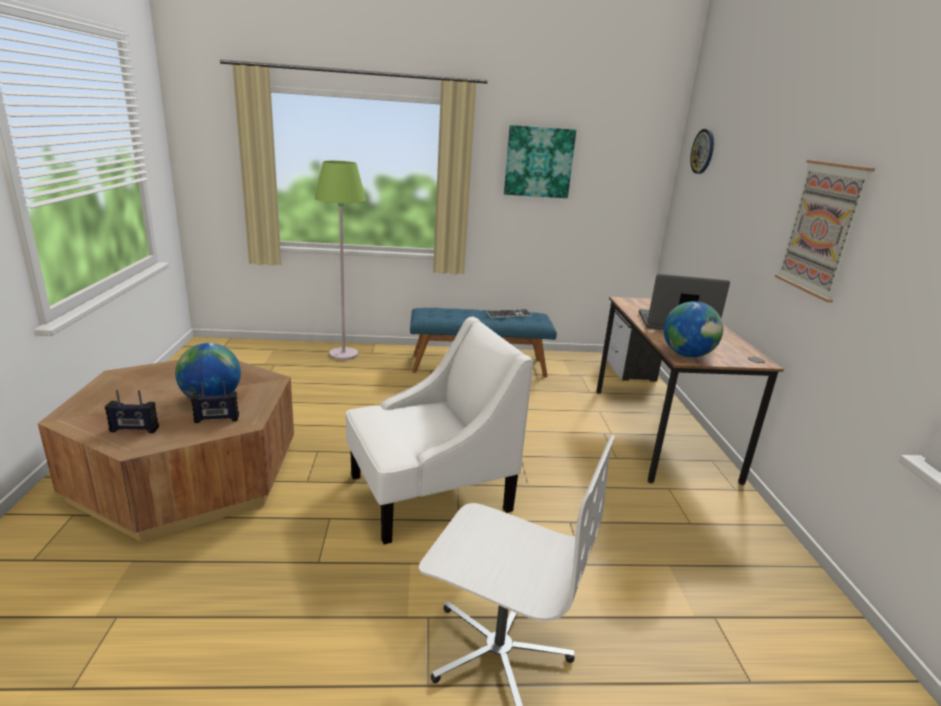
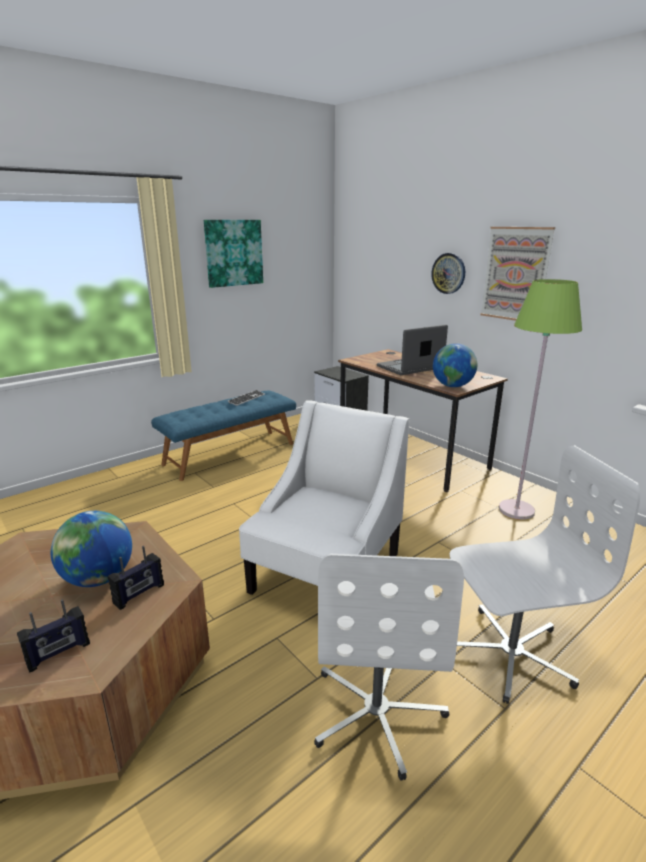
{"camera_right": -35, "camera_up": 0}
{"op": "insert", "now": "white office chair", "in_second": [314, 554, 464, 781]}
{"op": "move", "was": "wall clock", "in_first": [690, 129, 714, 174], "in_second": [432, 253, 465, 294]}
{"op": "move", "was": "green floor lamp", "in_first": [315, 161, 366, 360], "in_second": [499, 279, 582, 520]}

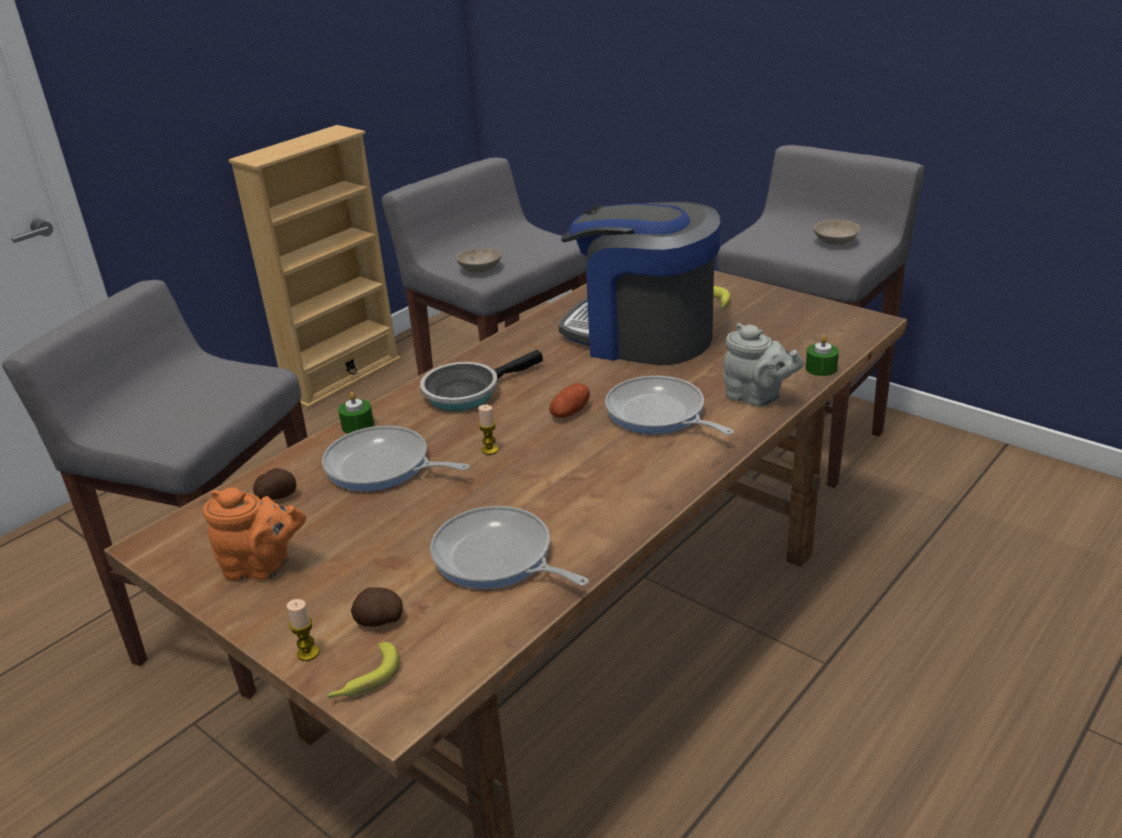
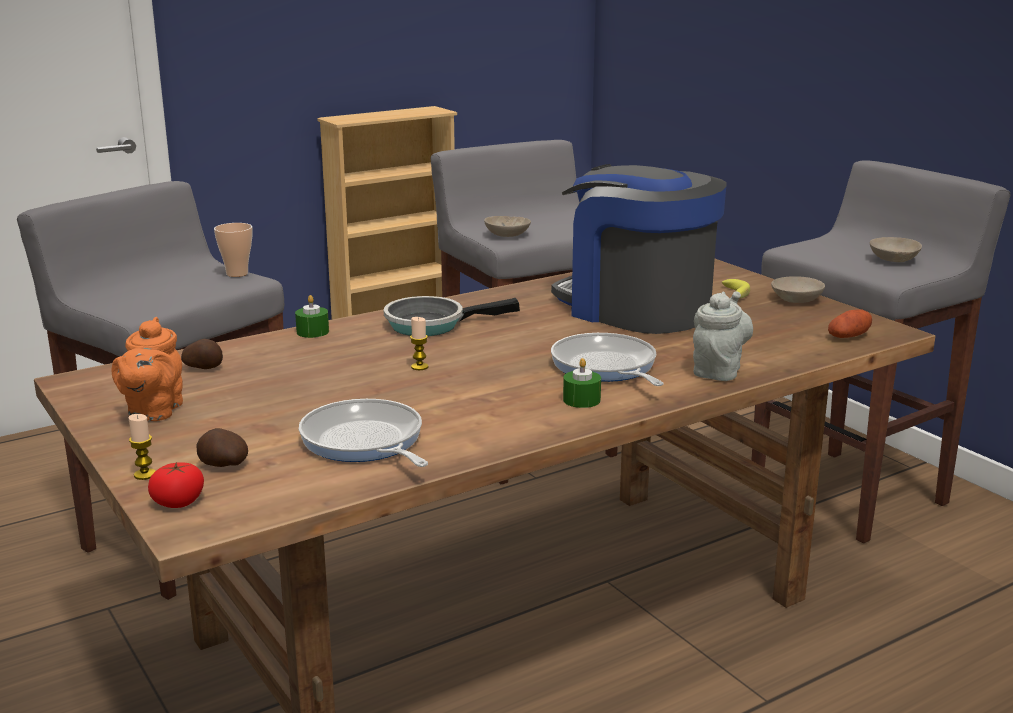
{"camera_right": 15, "camera_up": -10}
{"op": "rotate", "was": "orange teapot", "in_first": [203, 487, 306, 581], "in_second": [111, 317, 183, 421], "clockwise": 75}
{"op": "replace", "was": "banana", "now": "tomato", "in_first": [327, 642, 400, 699], "in_second": [148, 462, 204, 508]}
{"op": "insert", "now": "cup", "in_second": [214, 223, 252, 277]}
{"op": "move", "was": "green candle", "in_first": [806, 335, 839, 376], "in_second": [563, 358, 601, 408]}
{"op": "rotate", "was": "grey teapot", "in_first": [724, 323, 804, 406], "in_second": [693, 291, 753, 381], "clockwise": -120}
{"op": "insert", "now": "beige bowl", "in_second": [771, 276, 825, 303]}
{"op": "move", "was": "potato", "in_first": [549, 383, 590, 418], "in_second": [828, 309, 872, 338]}
{"op": "delete", "was": "frying pan", "in_first": [322, 426, 470, 491]}

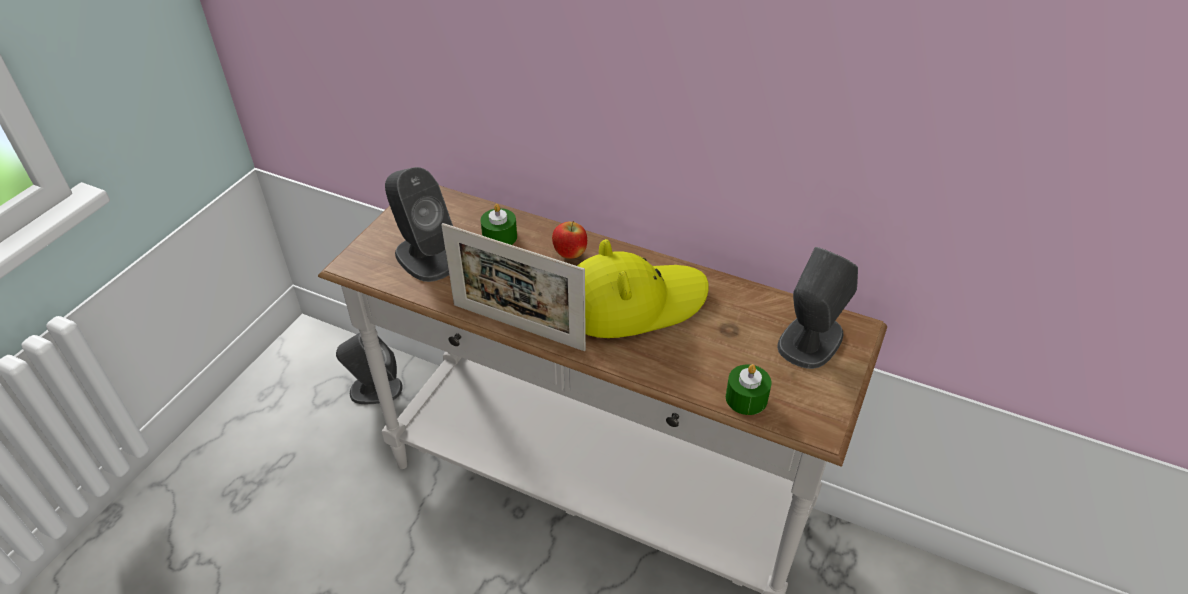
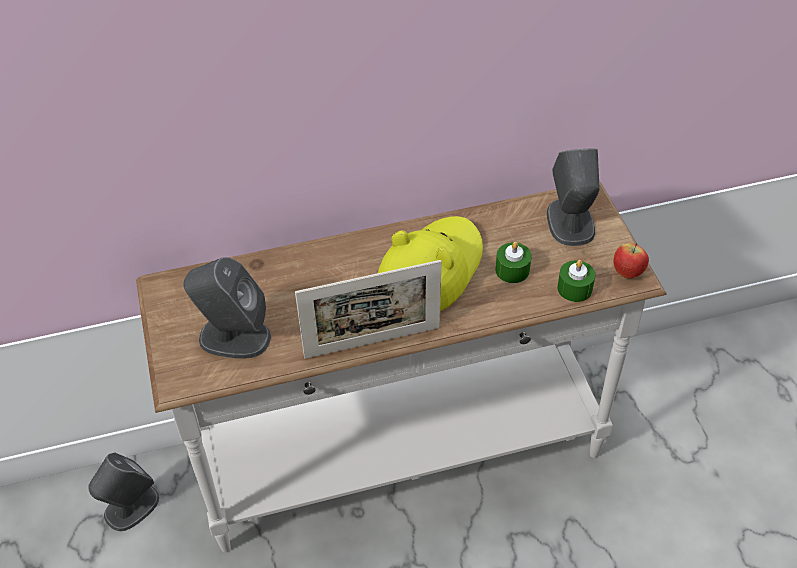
{"camera_right": -40, "camera_up": 5}
{"op": "move", "was": "green candle", "in_first": [480, 204, 517, 245], "in_second": [495, 242, 531, 283]}
{"op": "move", "was": "apple", "in_first": [552, 221, 587, 259], "in_second": [613, 243, 649, 279]}

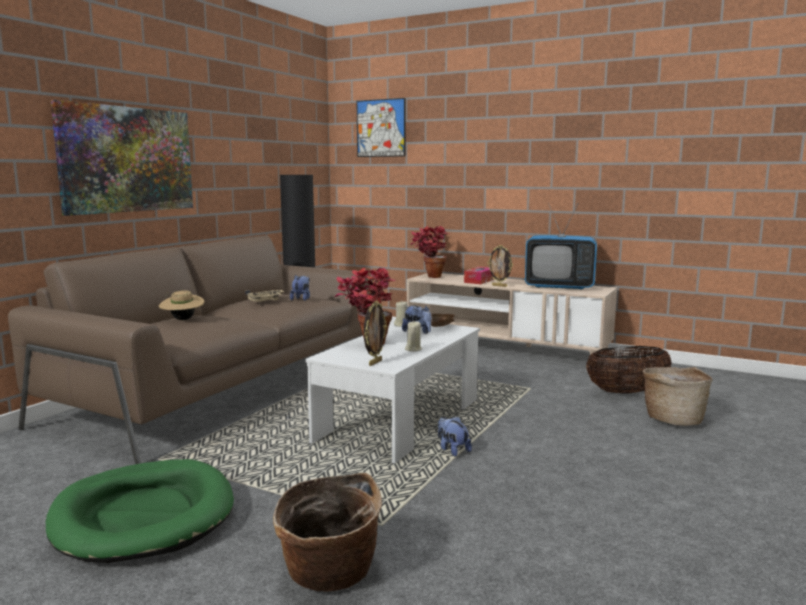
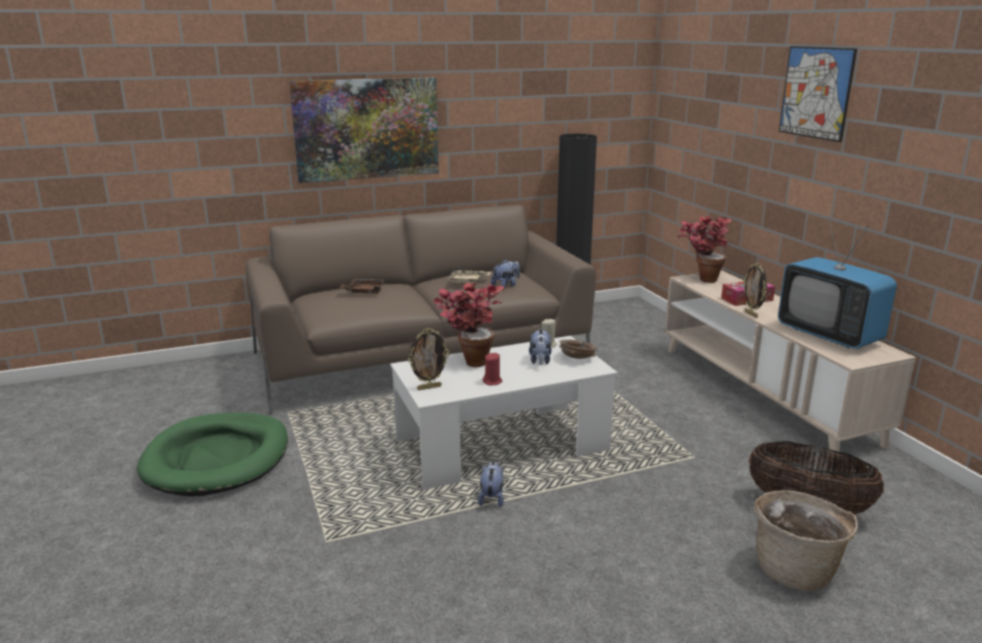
{"camera_right": 40, "camera_up": 10}
{"op": "replace", "was": "beige hat", "now": "brown tray", "in_first": [159, 291, 204, 320], "in_second": [340, 279, 384, 294]}
{"op": "recolor", "was": "beige candle", "now": "red candle", "in_first": [405, 321, 422, 352], "in_second": [483, 353, 502, 385]}
{"op": "move", "was": "picture", "in_first": [357, 98, 405, 157], "in_second": [779, 46, 857, 142]}
{"op": "delete", "was": "basket", "in_first": [273, 473, 382, 592]}

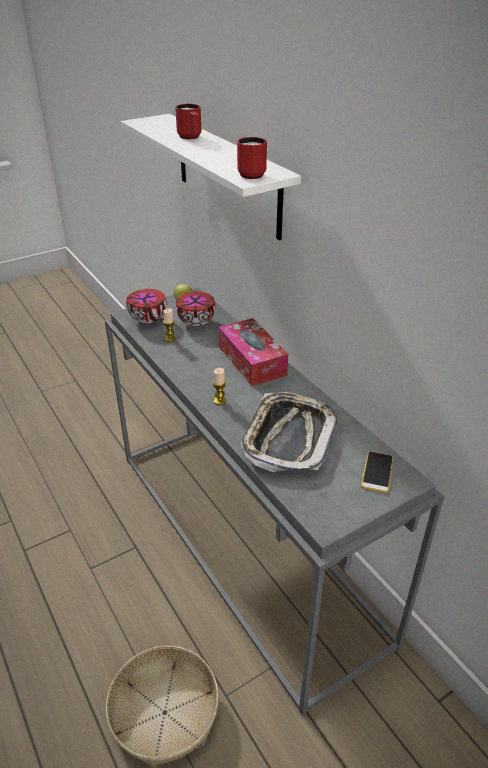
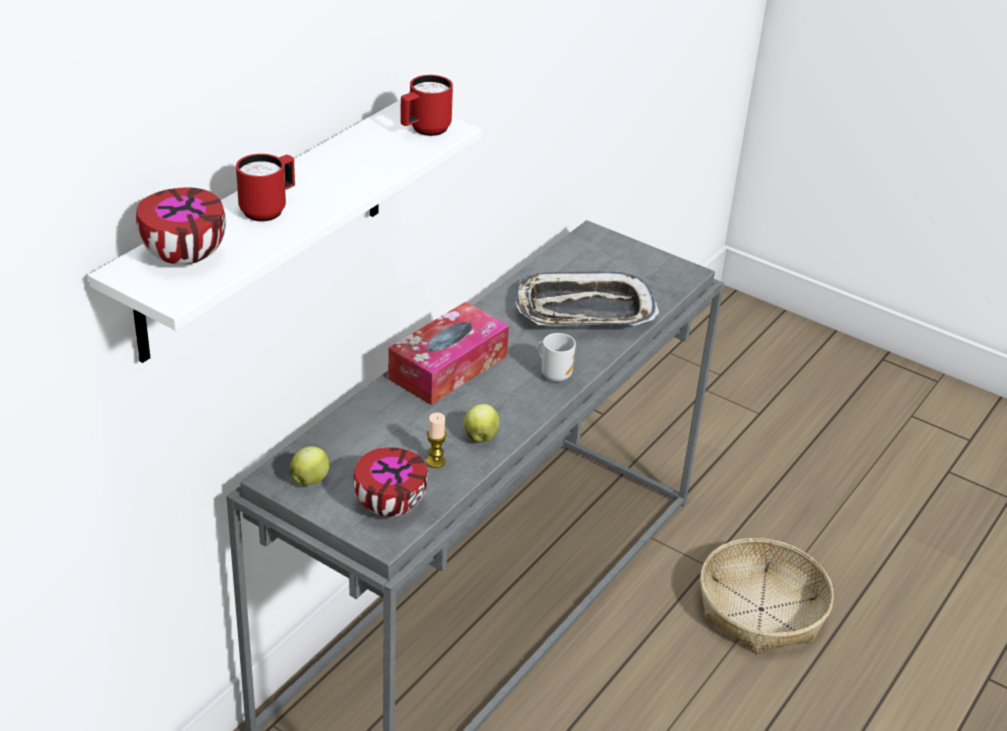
{"camera_right": -115, "camera_up": 0}
{"op": "move", "was": "bowl", "in_first": [176, 291, 215, 326], "in_second": [136, 188, 226, 265]}
{"op": "insert", "now": "apple", "in_second": [464, 404, 500, 443]}
{"op": "replace", "was": "candle", "now": "mug", "in_first": [213, 368, 226, 405], "in_second": [537, 333, 576, 382]}
{"op": "delete", "was": "phone", "in_first": [361, 451, 394, 493]}

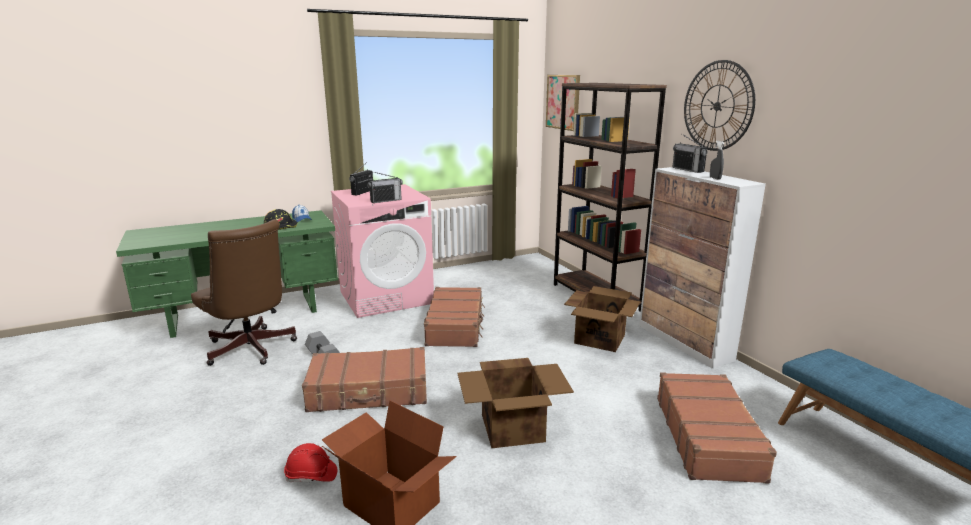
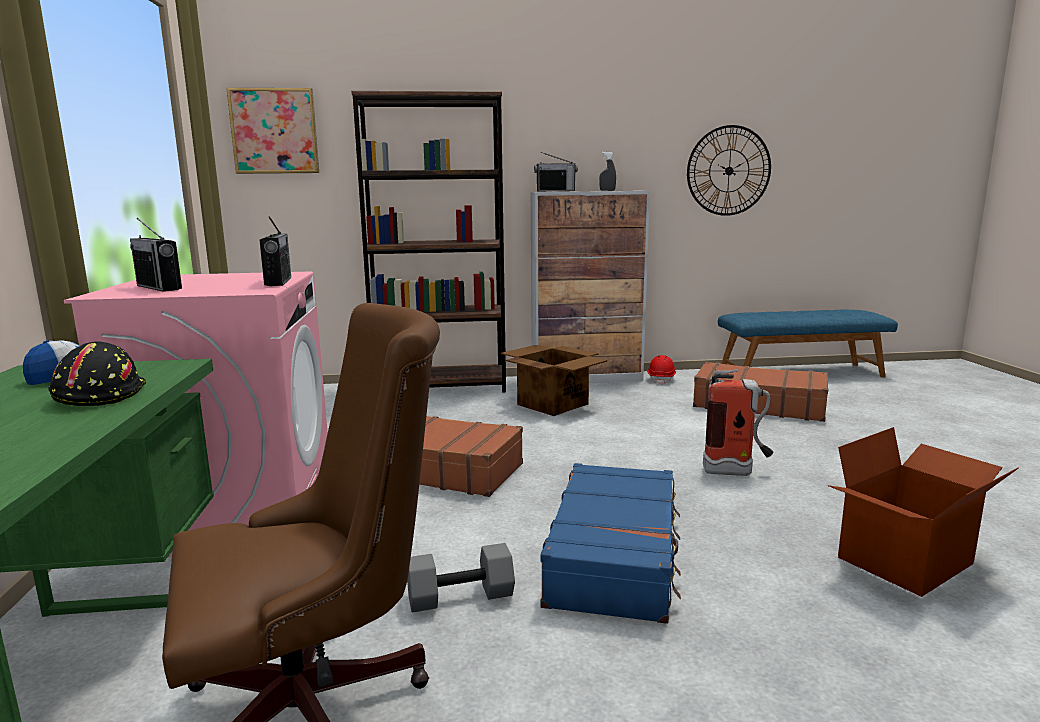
{"camera_right": -70, "camera_up": -5}
{"op": "recolor", "was": "brown suitcase", "now": "blue suitcase", "in_first": [302, 347, 427, 412], "in_second": [540, 463, 681, 624]}
{"op": "move", "was": "red hard hat", "in_first": [284, 443, 338, 482], "in_second": [647, 355, 676, 385]}
{"op": "move", "was": "wall clock", "in_first": [684, 60, 755, 151], "in_second": [687, 125, 771, 216]}
{"op": "replace", "was": "cardboard box", "now": "fire extinguisher", "in_first": [457, 358, 574, 448], "in_second": [703, 369, 773, 476]}

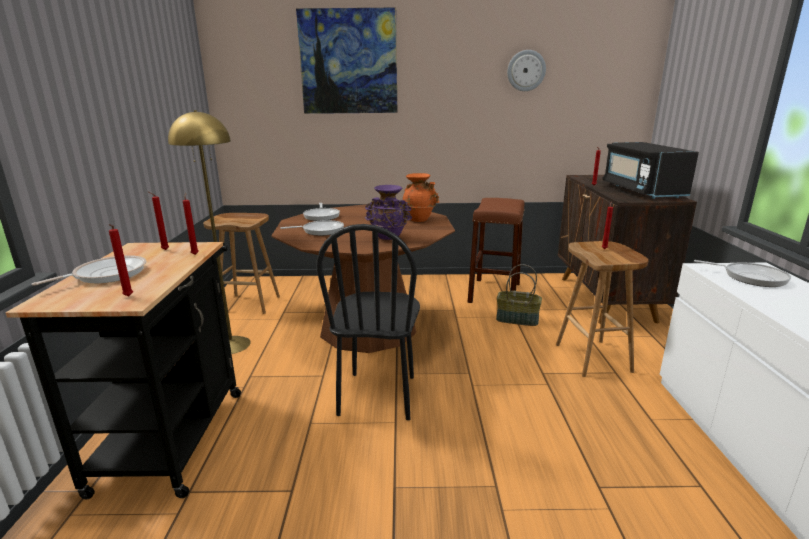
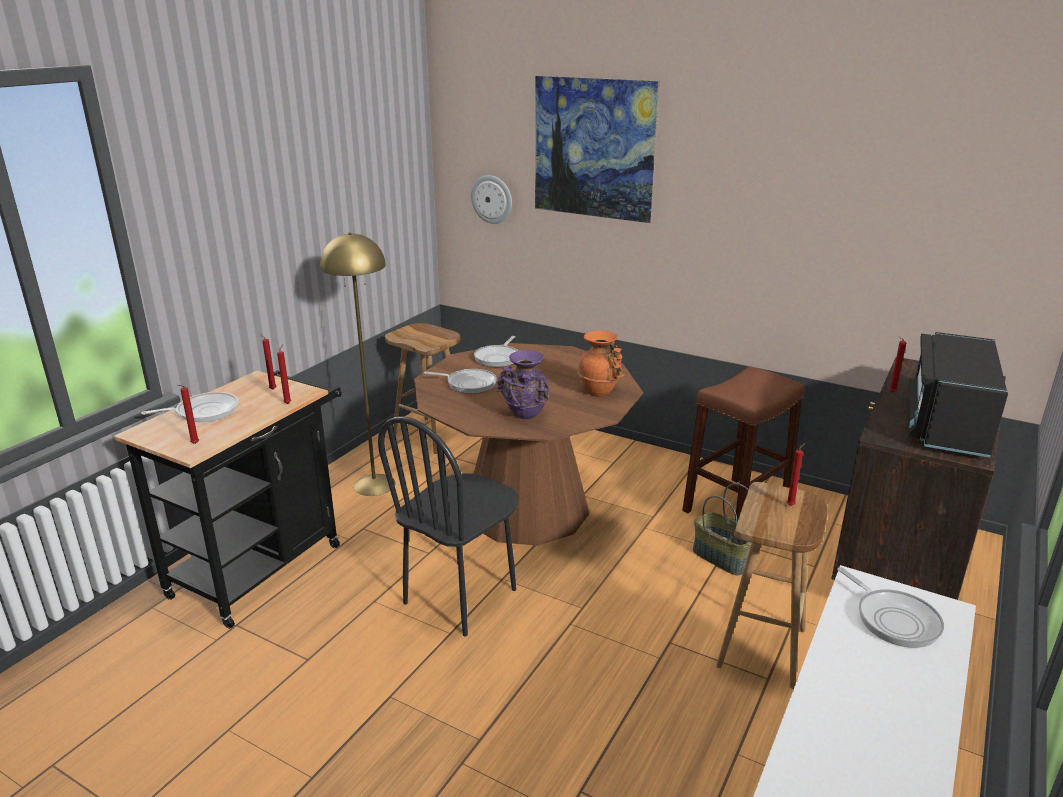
{"camera_right": 30, "camera_up": 5}
{"op": "move", "was": "wall clock", "in_first": [507, 50, 546, 91], "in_second": [471, 175, 512, 224]}

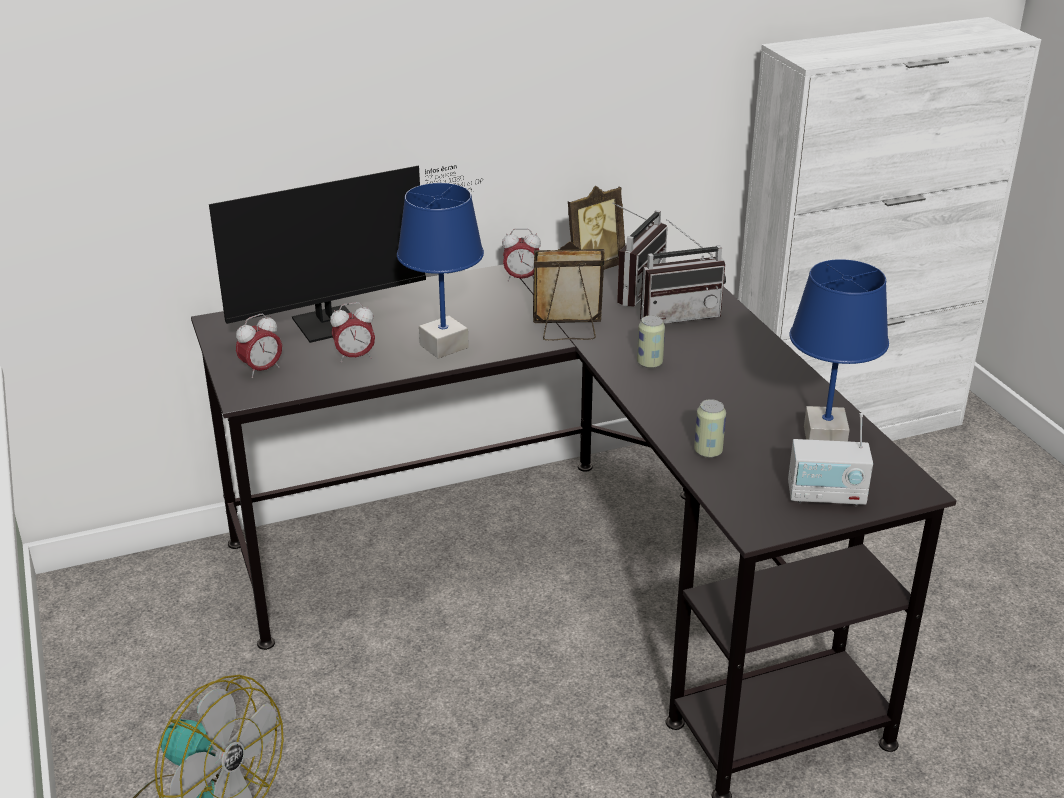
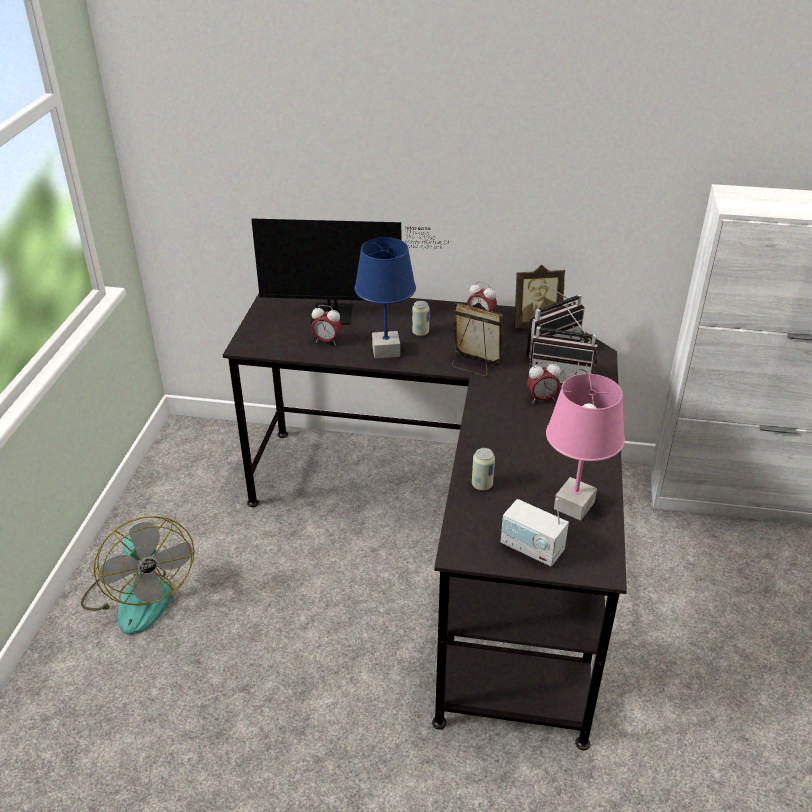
{"camera_right": 30, "camera_up": 5}
{"op": "move", "was": "can", "in_first": [637, 315, 665, 368], "in_second": [412, 301, 430, 336]}
{"op": "move", "was": "alarm clock", "in_first": [236, 314, 282, 378], "in_second": [527, 361, 561, 403]}
{"op": "recolor", "was": "blue table lamp", "now": "pink table lamp", "in_first": [790, 259, 889, 441], "in_second": [546, 374, 625, 521]}

